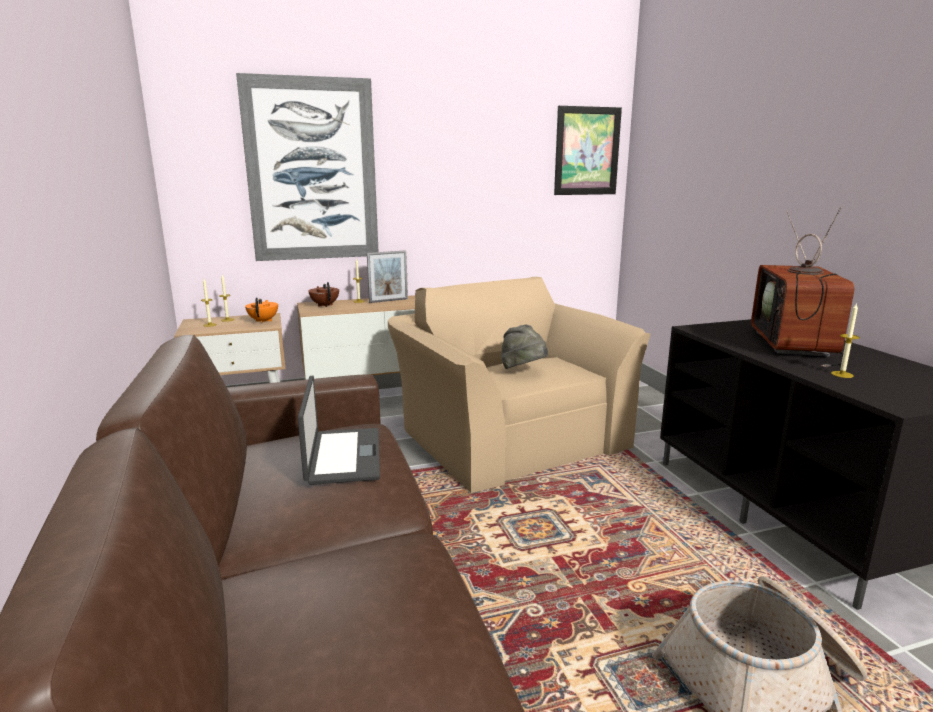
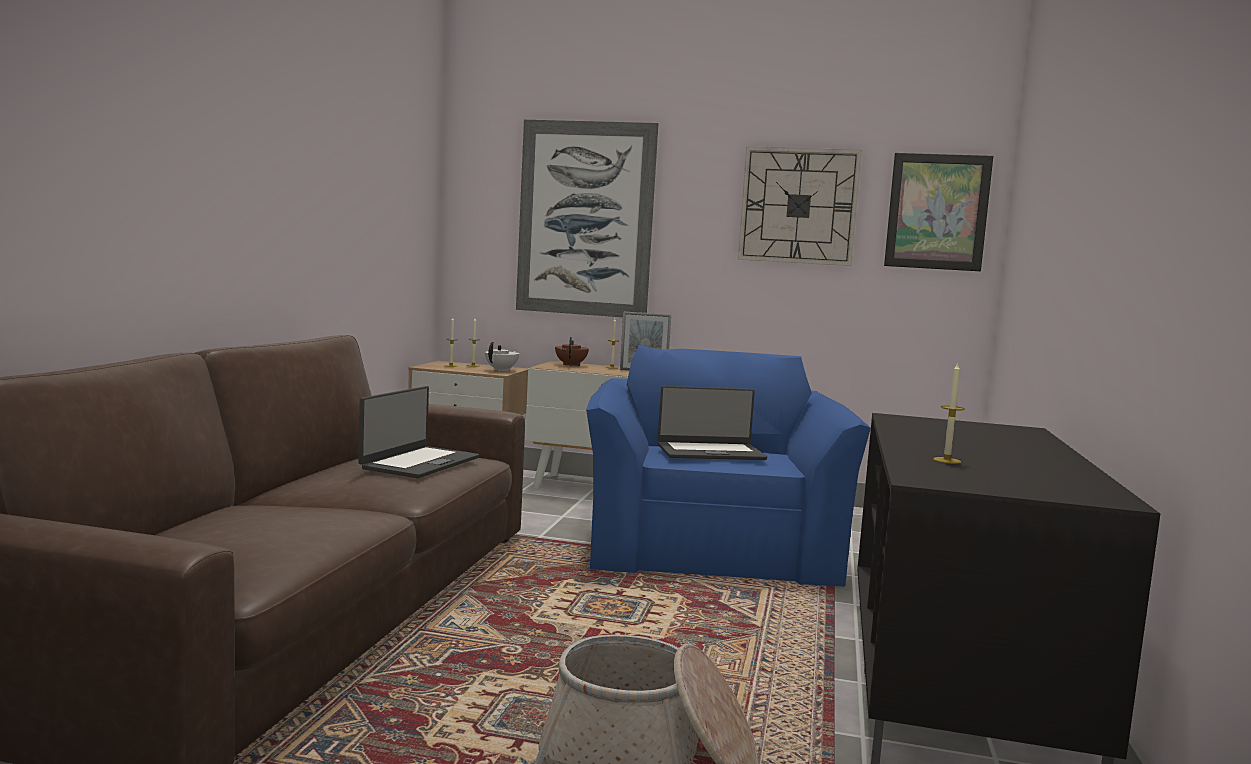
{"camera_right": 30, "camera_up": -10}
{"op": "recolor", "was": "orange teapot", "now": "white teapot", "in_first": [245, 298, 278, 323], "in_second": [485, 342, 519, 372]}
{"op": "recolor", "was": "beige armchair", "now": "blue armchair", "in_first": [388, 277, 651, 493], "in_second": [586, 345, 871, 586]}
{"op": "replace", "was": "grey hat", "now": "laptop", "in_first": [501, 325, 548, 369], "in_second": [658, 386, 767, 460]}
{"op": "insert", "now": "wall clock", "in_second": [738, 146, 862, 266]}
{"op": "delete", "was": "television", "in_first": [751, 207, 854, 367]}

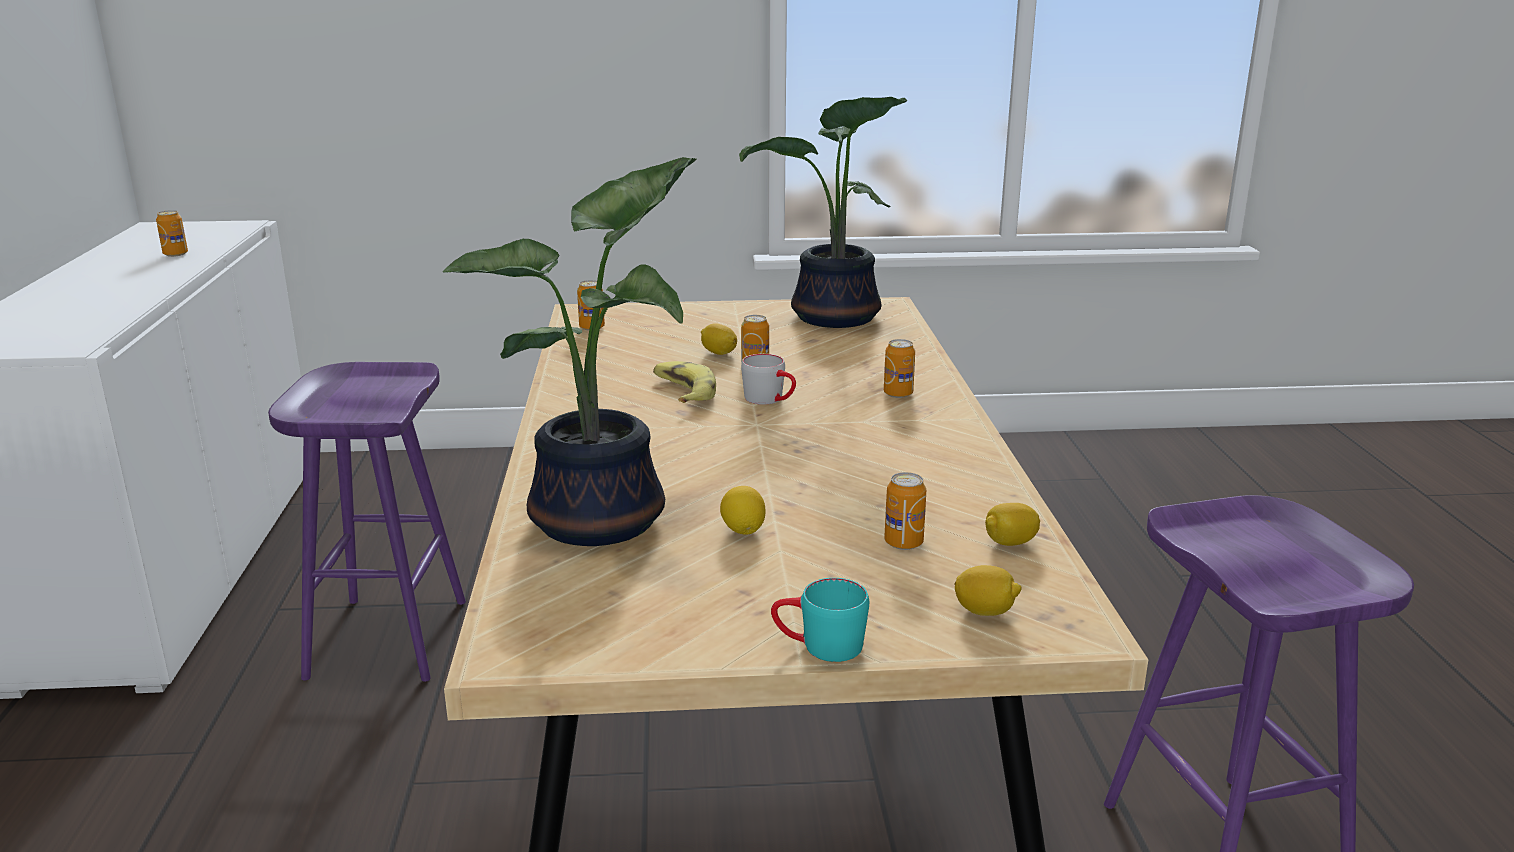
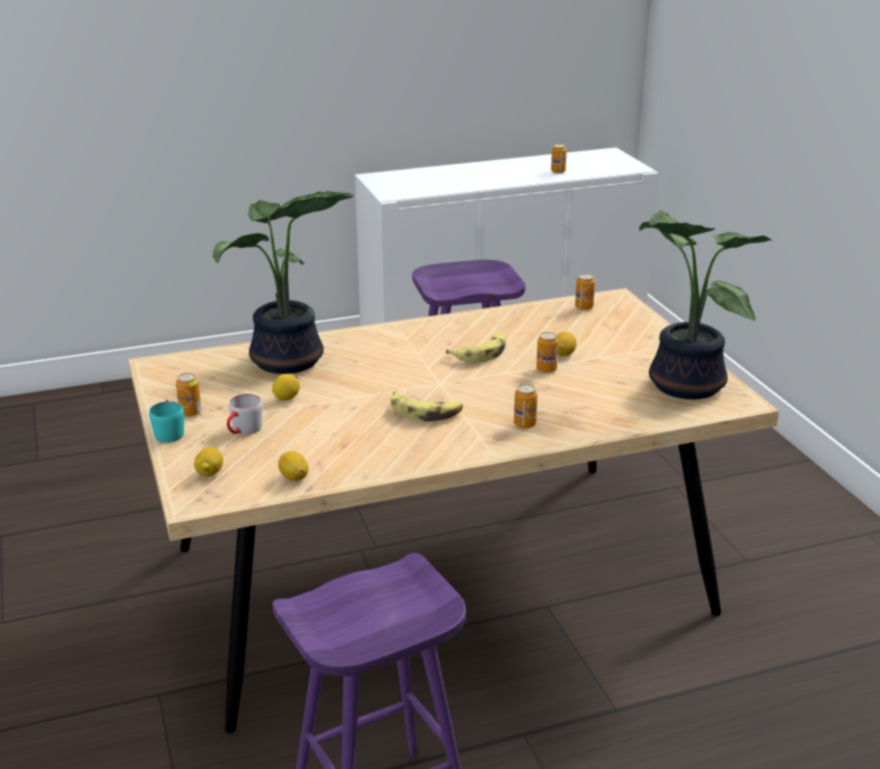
{"camera_right": 75, "camera_up": 5}
{"op": "move", "was": "can", "in_first": [884, 472, 926, 550], "in_second": [176, 373, 202, 416]}
{"op": "move", "was": "grey mug", "in_first": [741, 354, 796, 405], "in_second": [227, 394, 263, 435]}
{"op": "insert", "now": "banana", "in_second": [390, 391, 463, 422]}

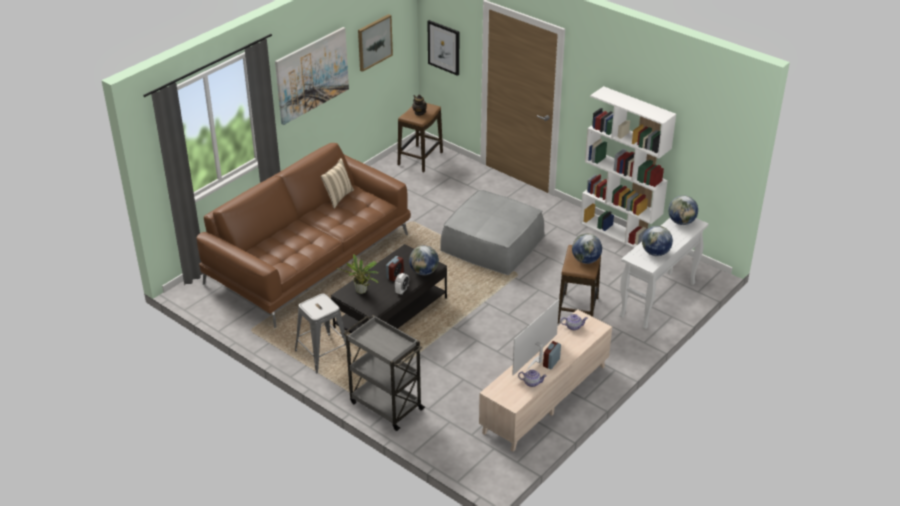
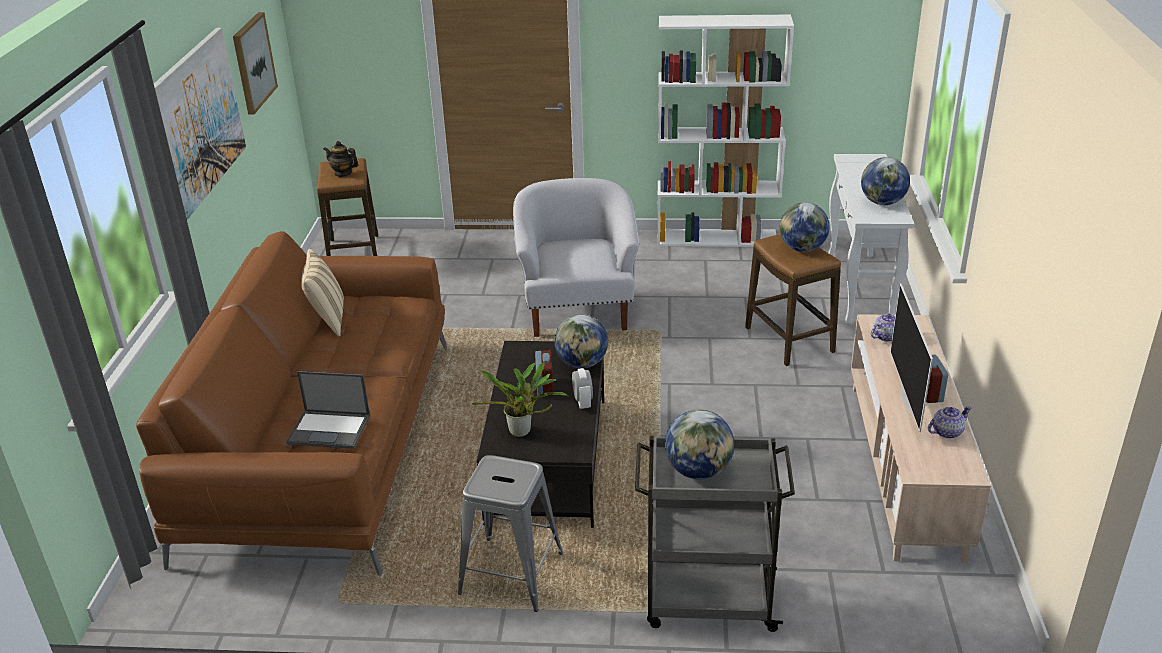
{"camera_right": -35, "camera_up": -5}
{"op": "insert", "now": "laptop", "in_second": [286, 371, 370, 449]}
{"op": "replace", "was": "grey ottoman", "now": "white armchair", "in_first": [440, 190, 545, 275], "in_second": [513, 178, 639, 337]}
{"op": "move", "was": "globe", "in_first": [668, 195, 698, 225], "in_second": [665, 410, 734, 480]}
{"op": "delete", "was": "picture", "in_first": [427, 20, 459, 76]}

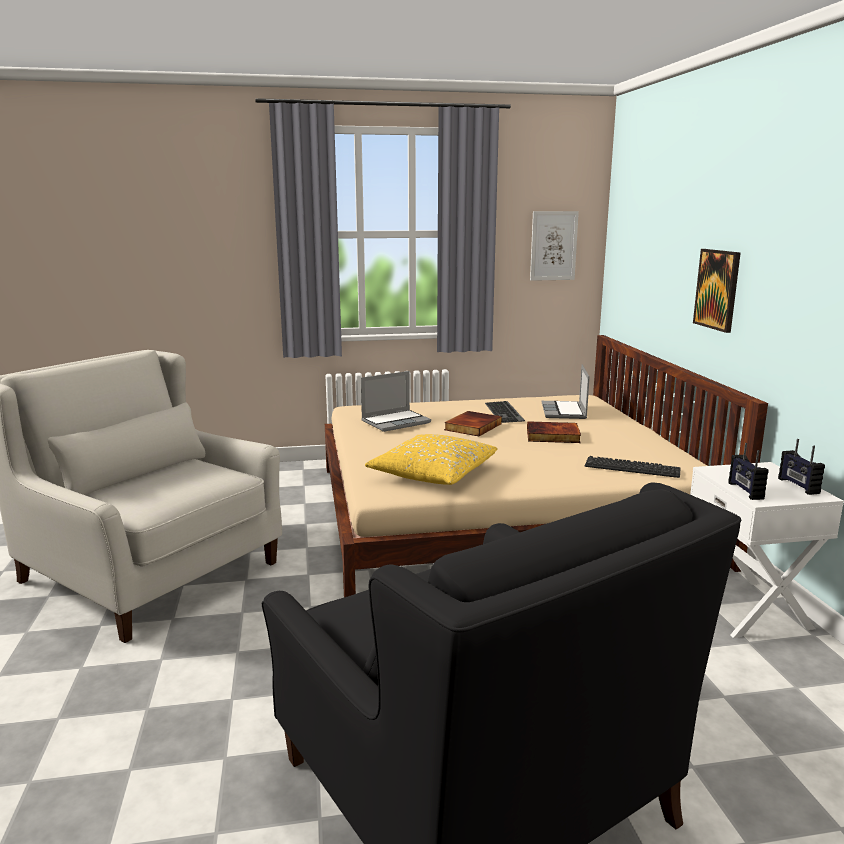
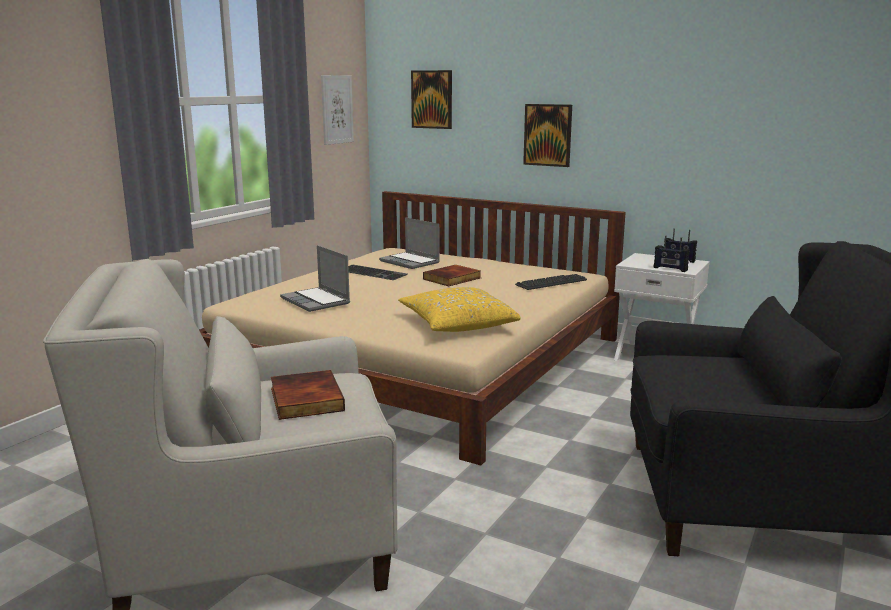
{"camera_right": -50, "camera_up": 0}
{"op": "move", "was": "book", "in_first": [444, 411, 502, 436], "in_second": [271, 370, 345, 420]}
{"op": "rotate", "was": "laptop", "in_first": [361, 371, 431, 432], "in_second": [280, 245, 350, 312], "clockwise": 135}
{"op": "insert", "now": "picture", "in_second": [411, 70, 452, 129]}

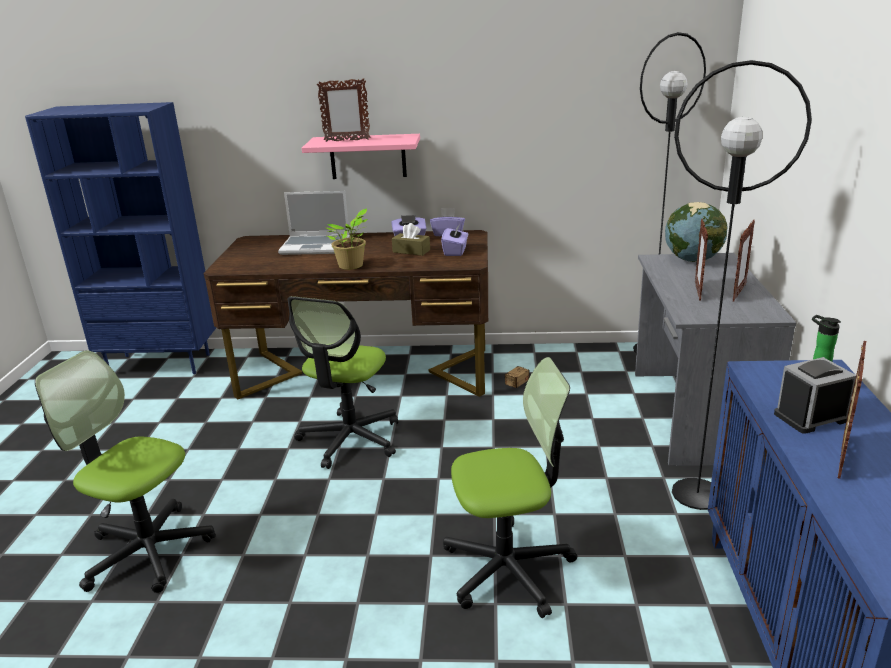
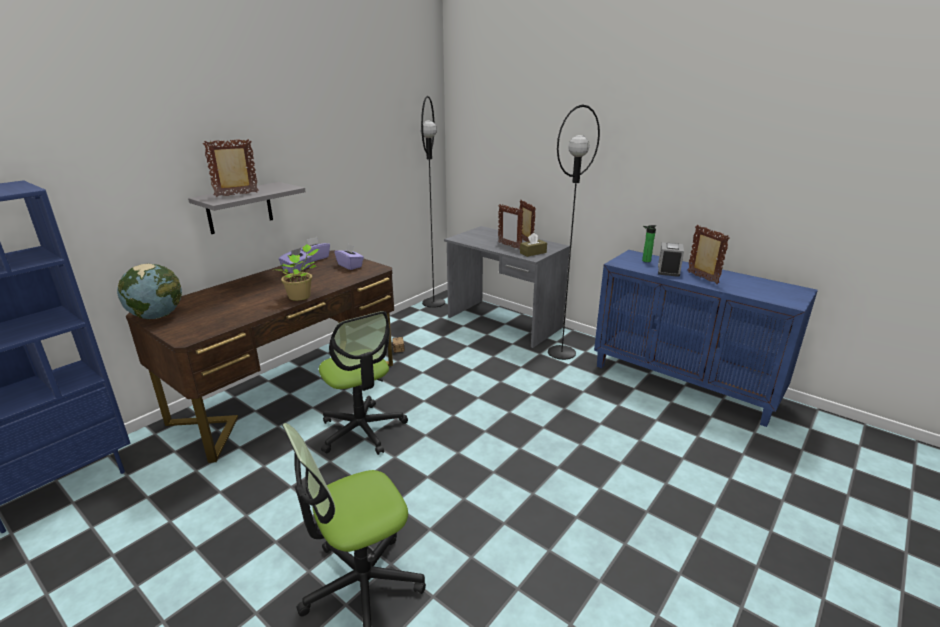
{"camera_right": -55, "camera_up": 0}
{"op": "move", "was": "globe", "in_first": [665, 202, 728, 262], "in_second": [117, 264, 182, 319]}
{"op": "recolor", "was": "pink shelf", "now": "grey shelf", "in_first": [302, 134, 420, 179], "in_second": [188, 182, 306, 234]}
{"op": "rotate", "was": "picture frame", "in_first": [317, 78, 370, 142], "in_second": [203, 139, 258, 197], "clockwise": -150}
{"op": "move", "was": "brown tissue box", "in_first": [392, 223, 430, 256], "in_second": [520, 233, 547, 257]}
{"op": "delete", "was": "laptop", "in_first": [278, 191, 350, 255]}
{"op": "delete", "was": "office chair", "in_first": [443, 357, 577, 618]}

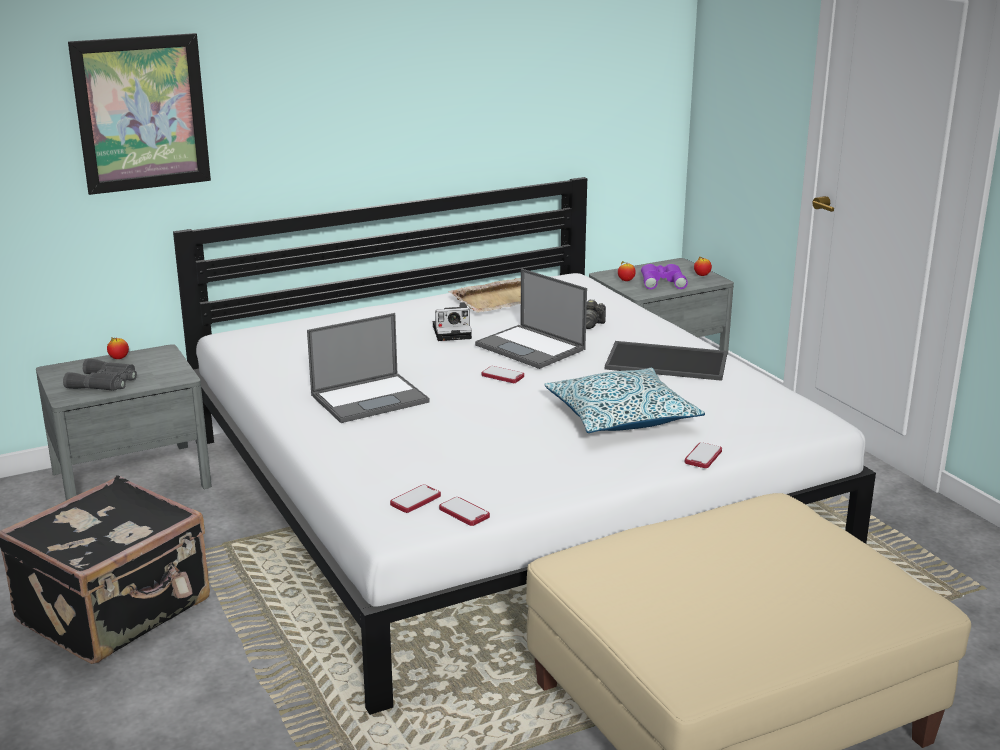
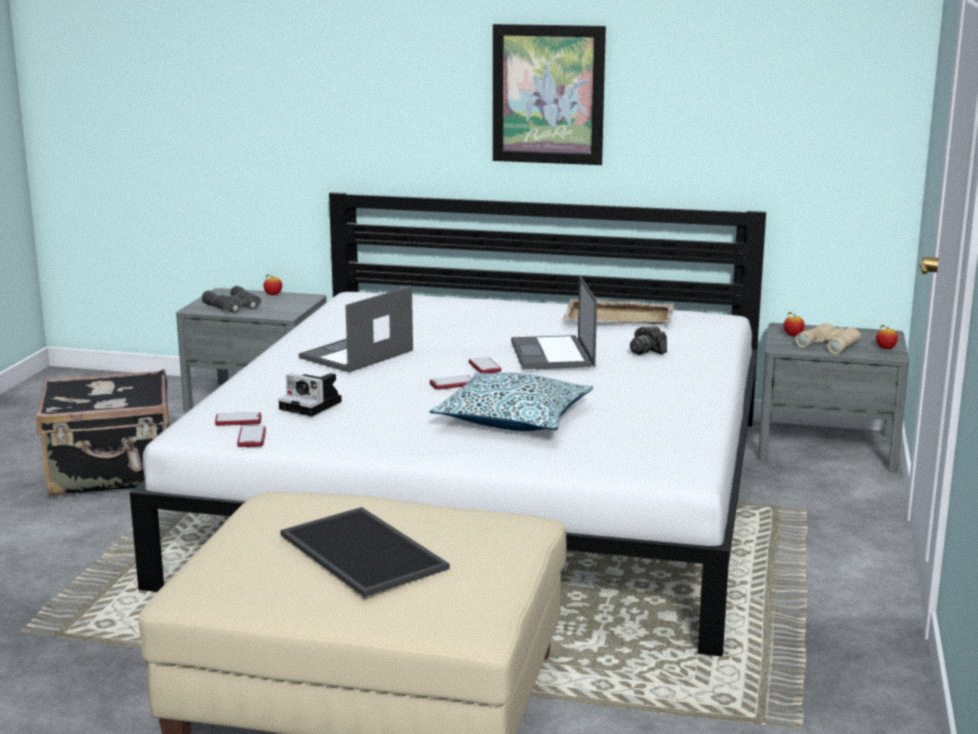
{"camera_right": 40, "camera_up": -5}
{"op": "move", "was": "photo camera", "in_first": [433, 302, 472, 341], "in_second": [279, 373, 342, 416]}
{"op": "move", "was": "tray", "in_first": [605, 341, 727, 381], "in_second": [280, 507, 450, 597]}
{"op": "rotate", "was": "laptop", "in_first": [307, 313, 430, 423], "in_second": [299, 286, 413, 372], "clockwise": 120}
{"op": "move", "was": "phone", "in_first": [685, 442, 722, 468], "in_second": [430, 375, 472, 390]}
{"op": "move", "was": "picture", "in_first": [68, 33, 211, 195], "in_second": [493, 24, 606, 165]}
{"op": "recolor", "was": "purple binoculars", "now": "beige binoculars", "in_first": [641, 264, 688, 289], "in_second": [795, 323, 861, 354]}

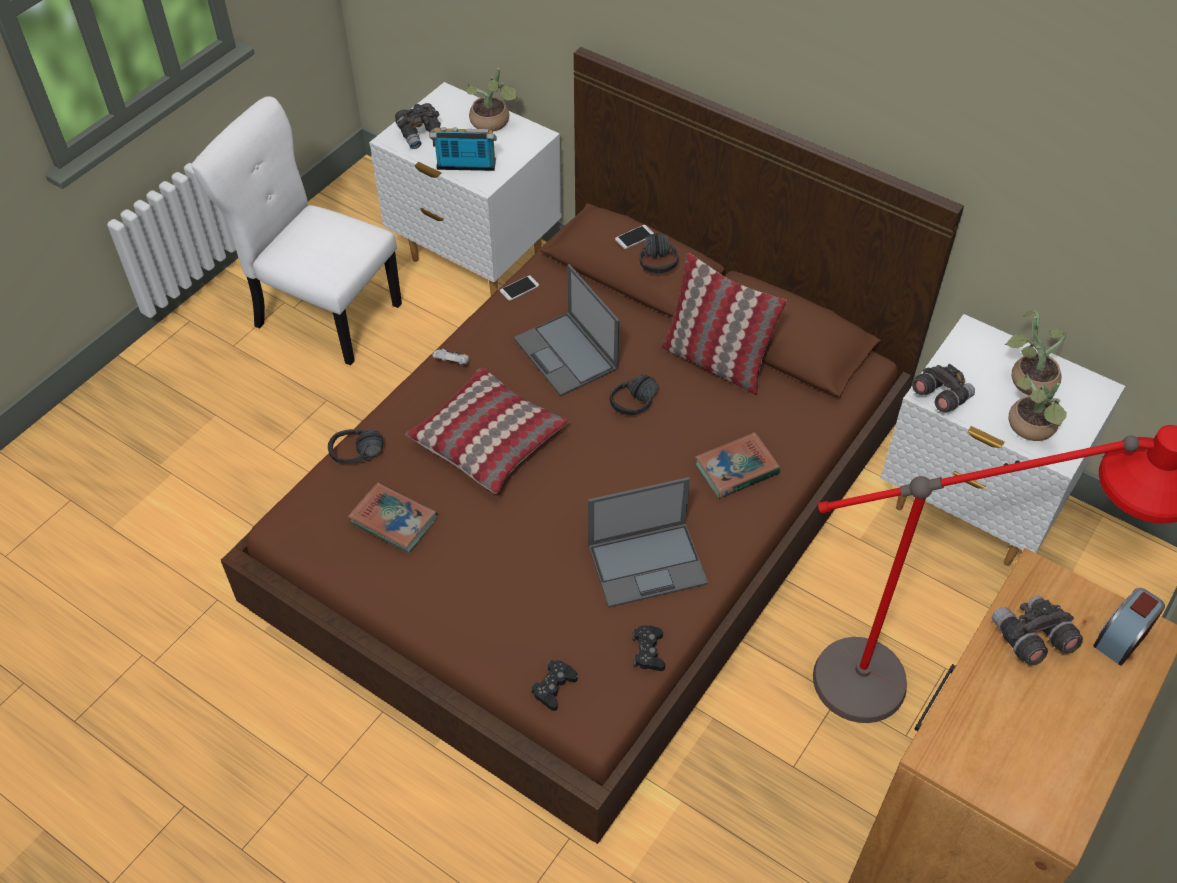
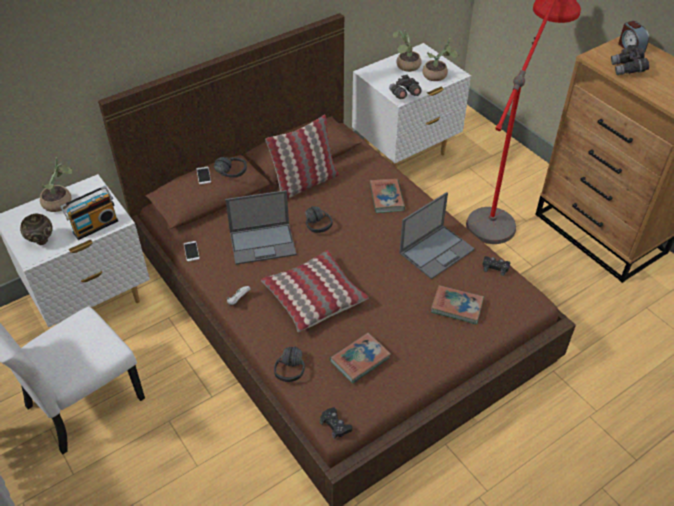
{"camera_right": -70, "camera_up": -5}
{"op": "replace", "was": "grey binoculars", "now": "brown bowl", "in_first": [395, 103, 441, 149], "in_second": [20, 214, 53, 245]}
{"op": "rotate", "was": "radio", "in_first": [429, 127, 497, 171], "in_second": [61, 186, 118, 240], "clockwise": -150}
{"op": "move", "was": "black game controller", "in_first": [531, 660, 578, 711], "in_second": [320, 408, 352, 439]}
{"op": "rotate", "was": "laptop", "in_first": [588, 477, 708, 608], "in_second": [399, 192, 475, 279], "clockwise": 45}
{"op": "insert", "now": "book", "in_second": [431, 285, 484, 325]}

